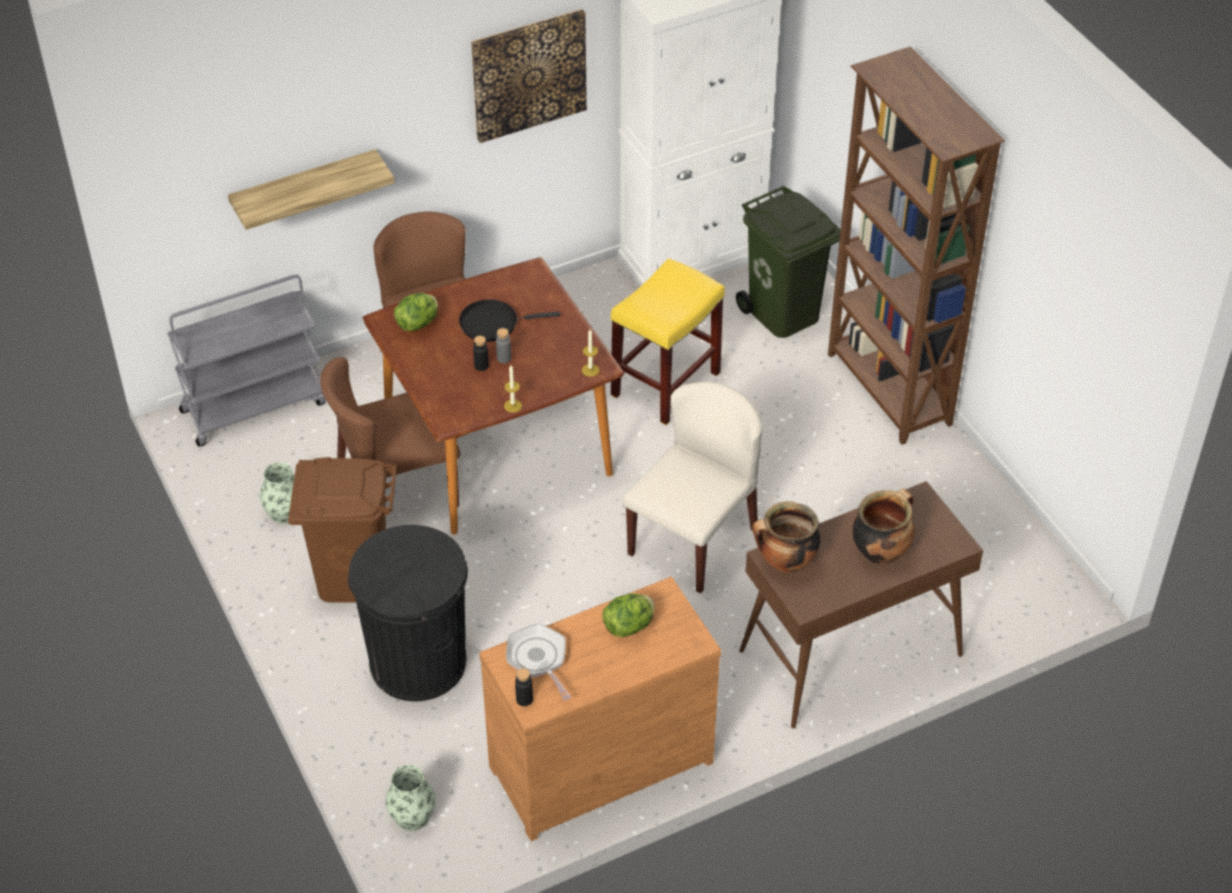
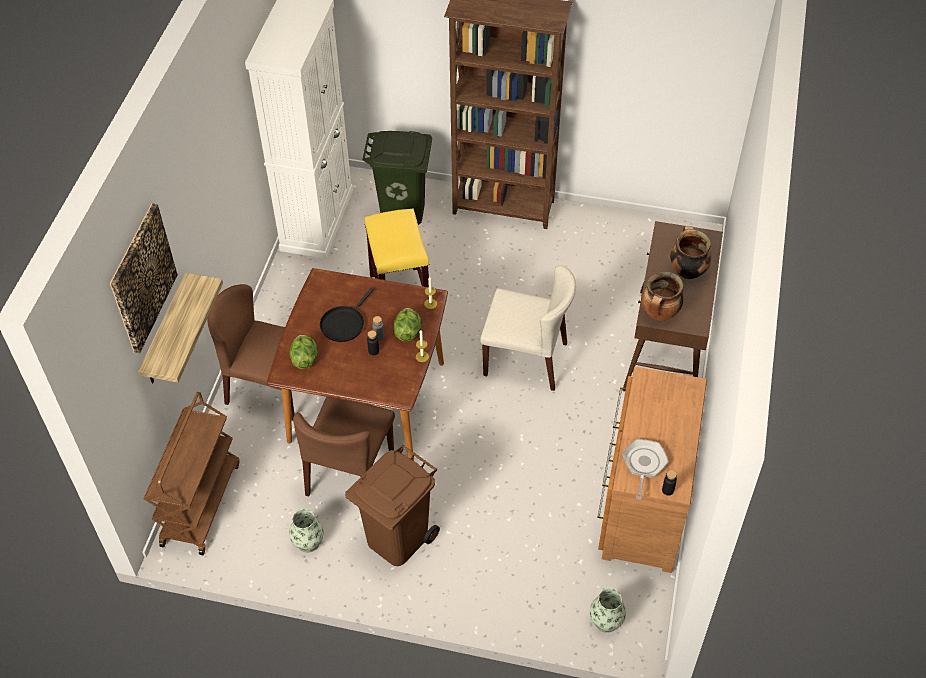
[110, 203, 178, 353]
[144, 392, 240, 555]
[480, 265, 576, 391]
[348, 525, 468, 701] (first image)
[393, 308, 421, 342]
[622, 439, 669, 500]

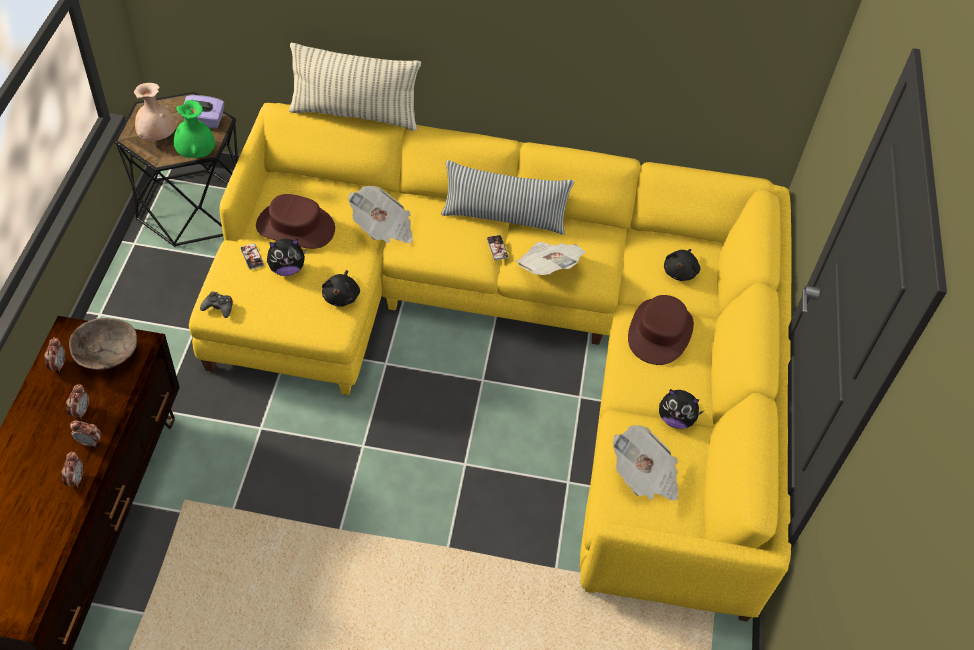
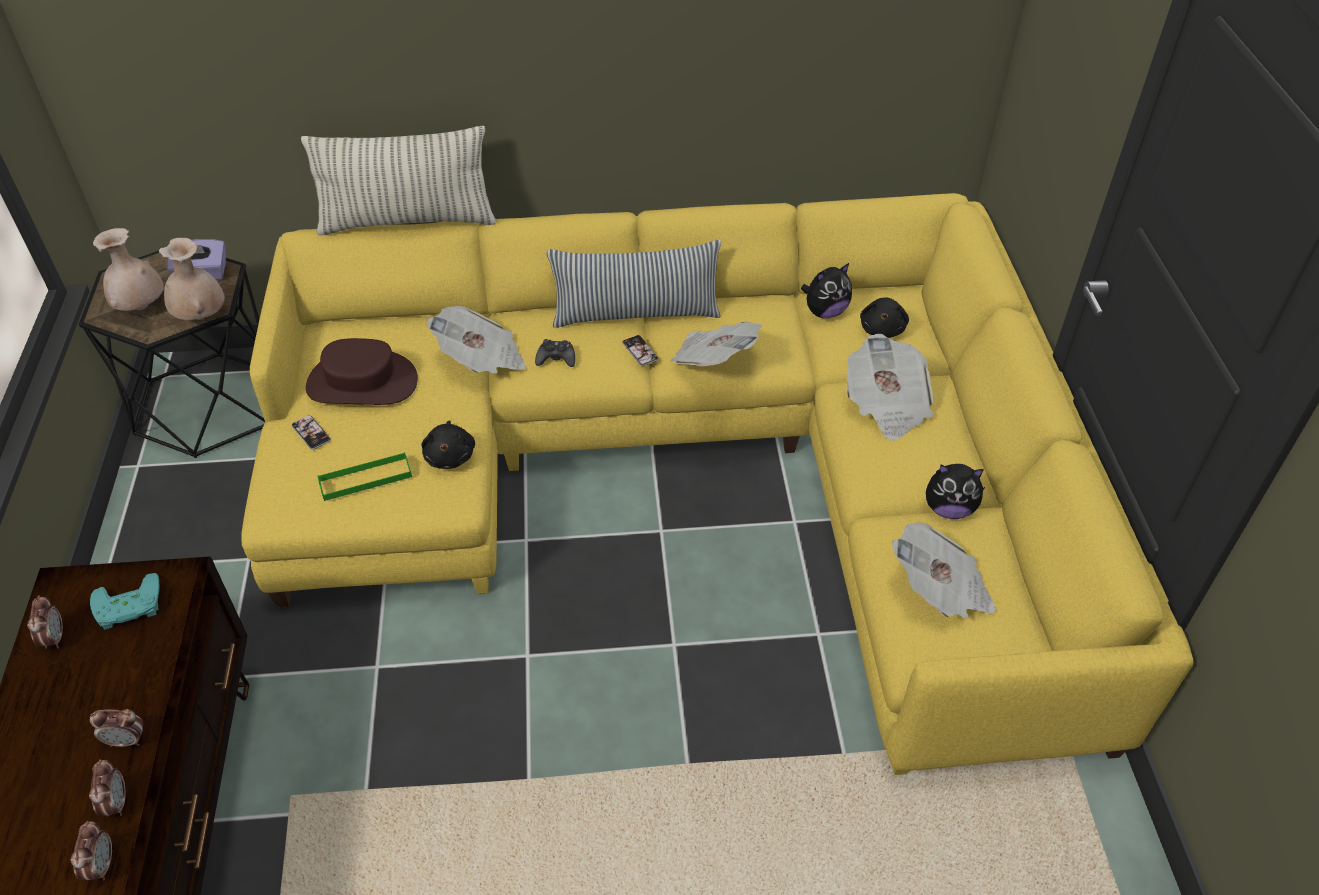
[159, 238, 225, 320]
[801, 263, 852, 318]
[535, 339, 575, 367]
[846, 334, 934, 441]
[90, 573, 160, 630]
[70, 821, 113, 880]
[317, 452, 412, 501]

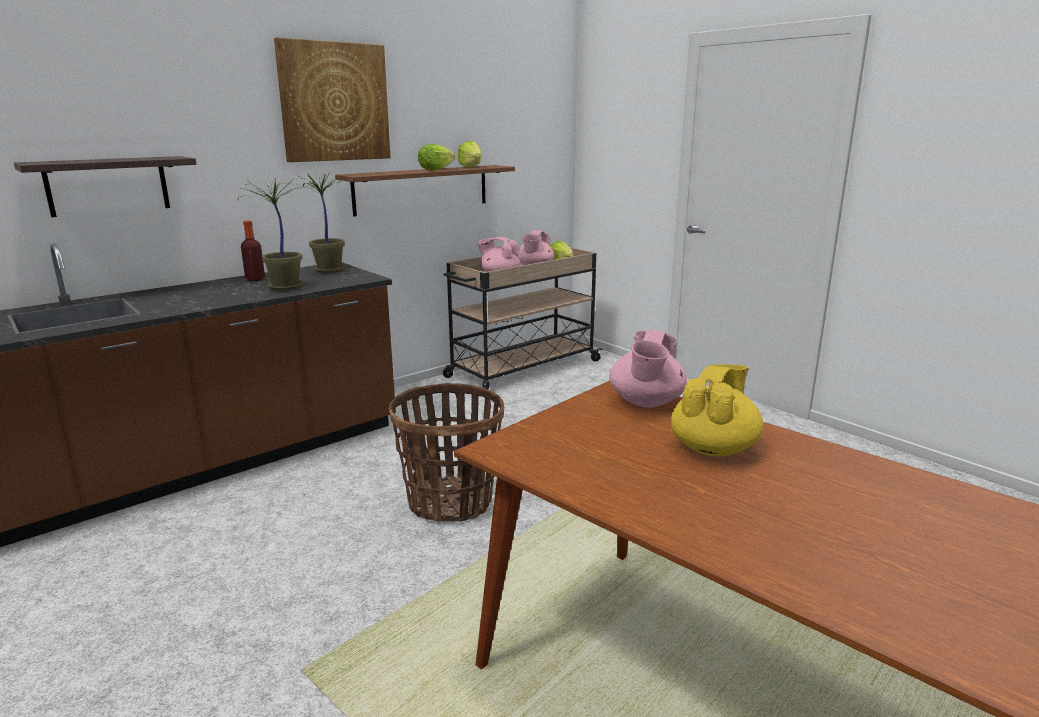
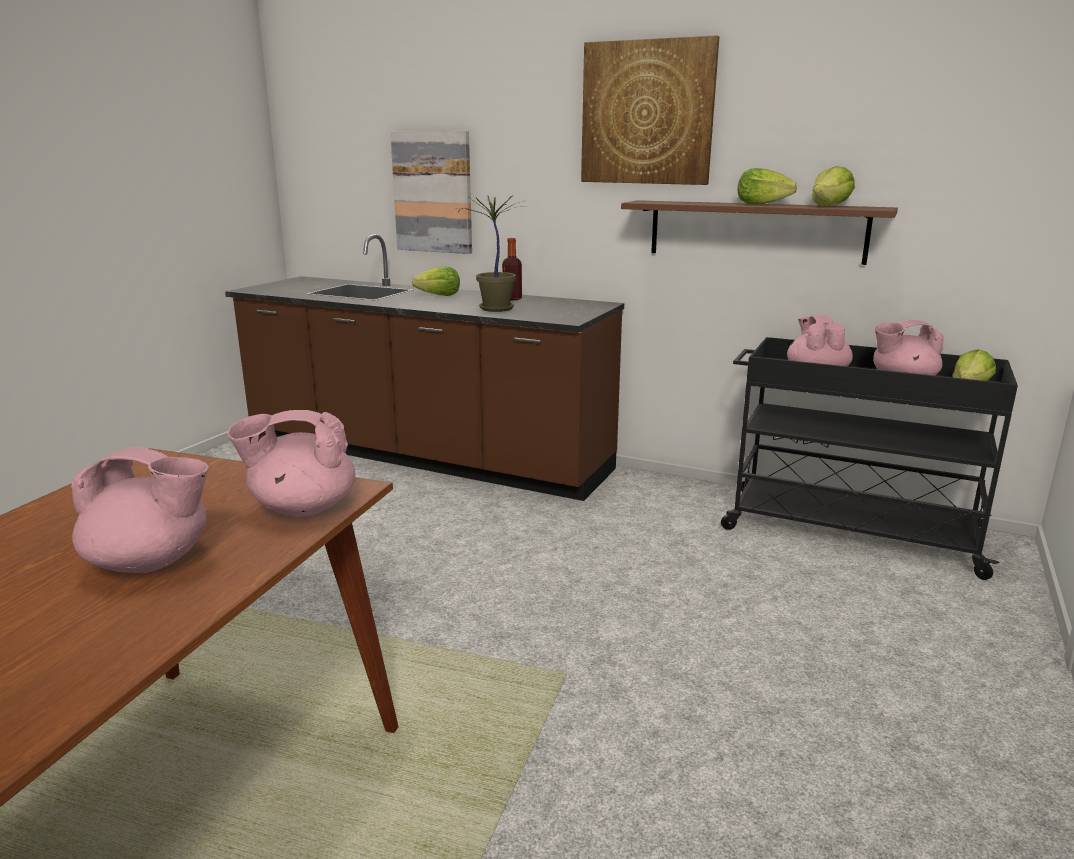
[390, 131, 472, 254]
[283, 173, 352, 273] (first image)
[721, 337, 1018, 580]
[71, 447, 209, 573]
[389, 383, 504, 522] (first image)
[412, 267, 460, 296]

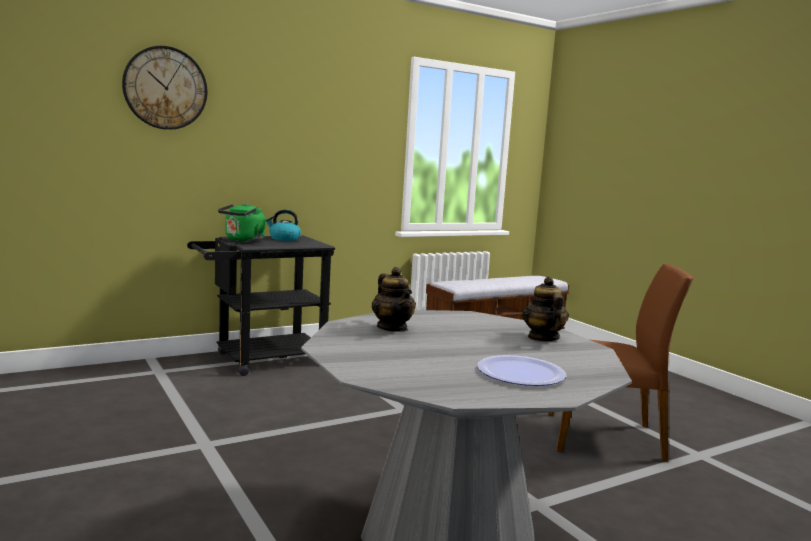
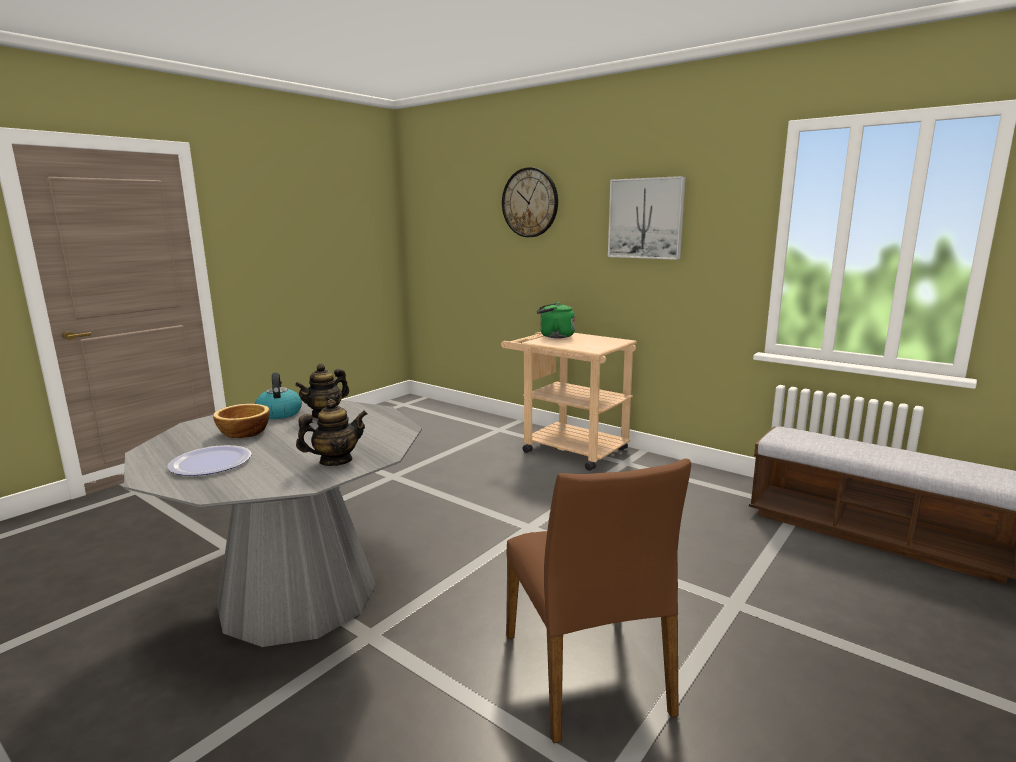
[255, 373, 302, 419]
[501, 332, 637, 471]
[608, 176, 686, 260]
[213, 404, 270, 438]

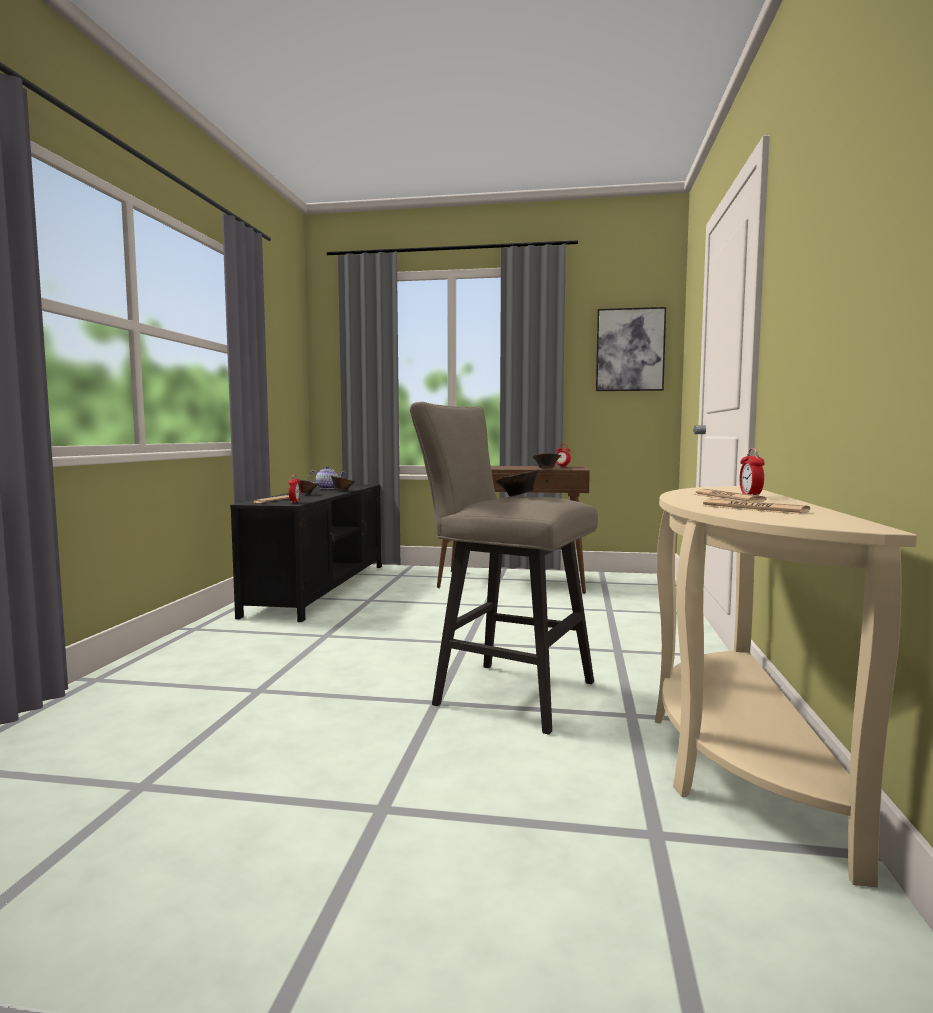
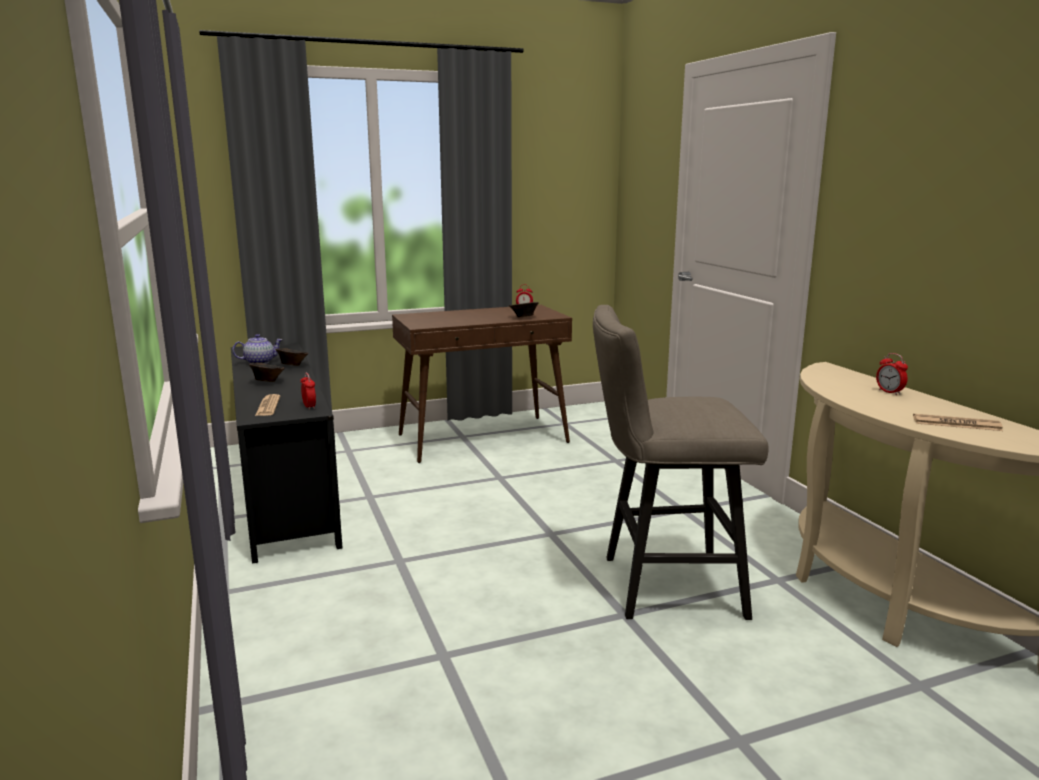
[596, 307, 666, 391] (first image)
[495, 469, 539, 497] (first image)
[693, 489, 767, 502] (first image)

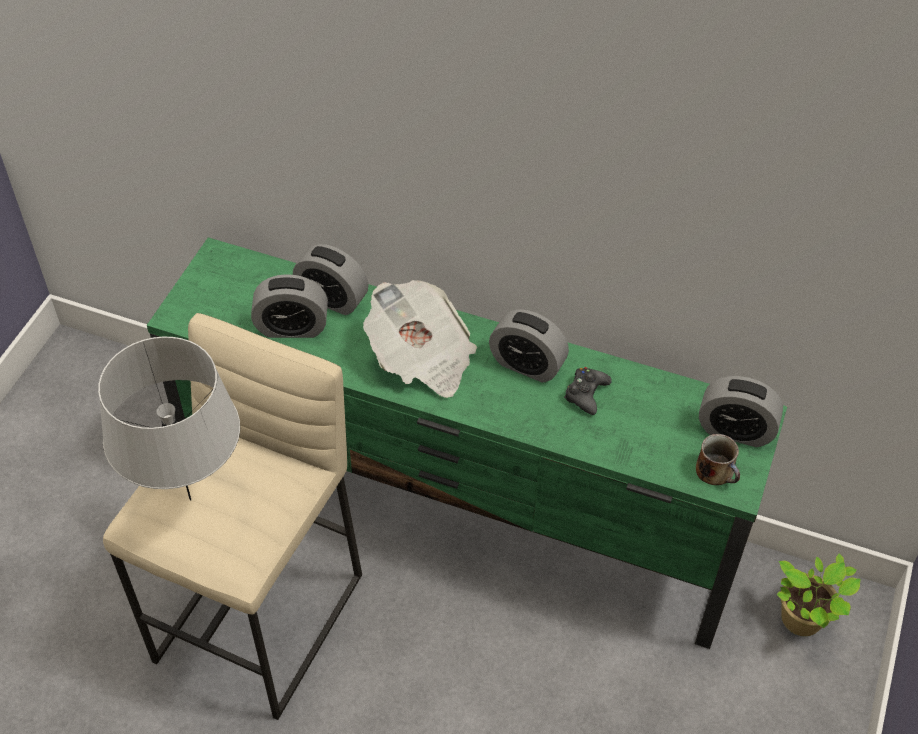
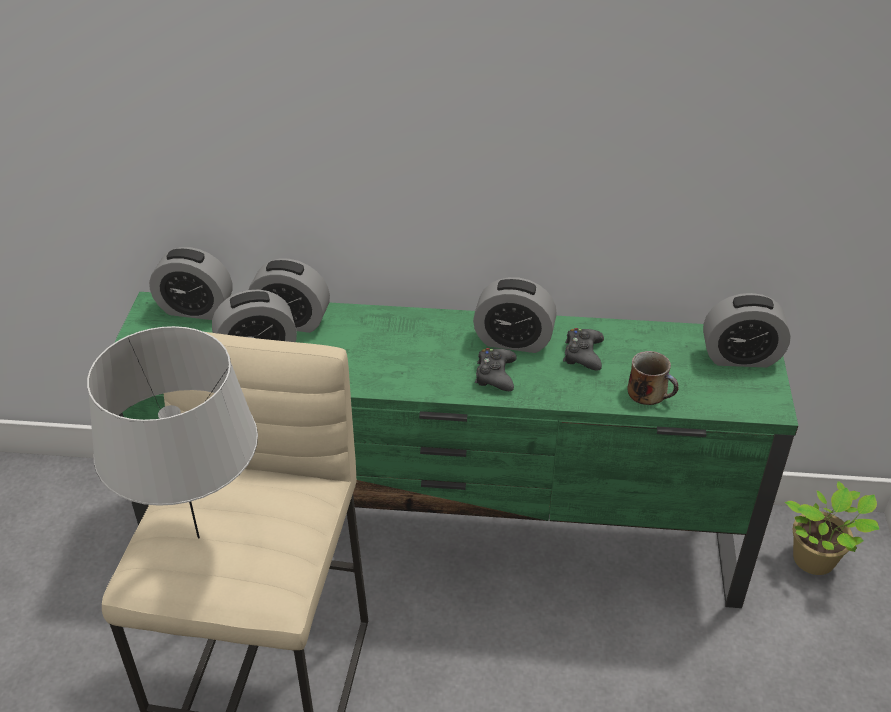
[363, 280, 477, 398] (first image)
[627, 351, 679, 405]
[149, 247, 232, 320]
[475, 348, 517, 391]

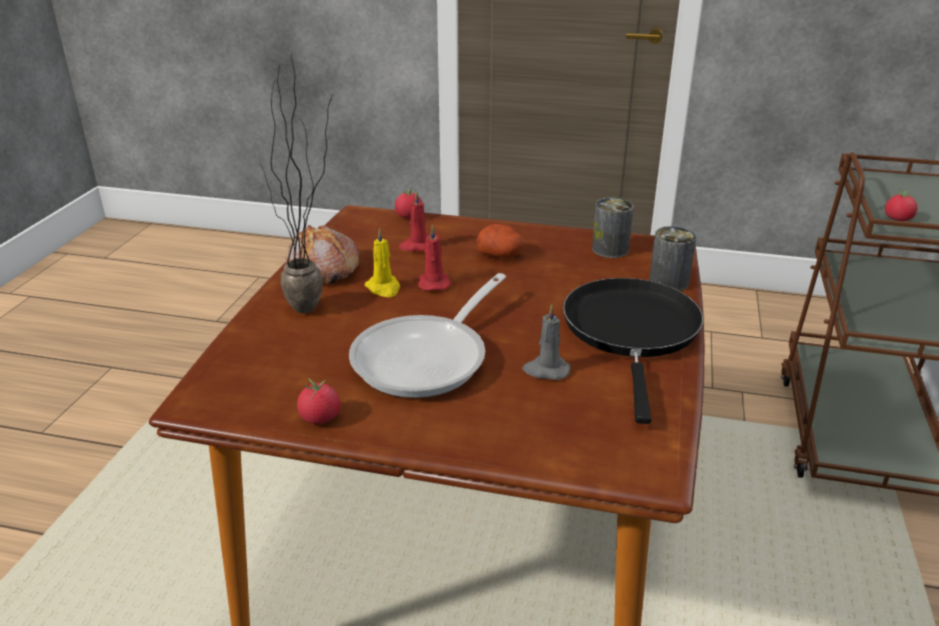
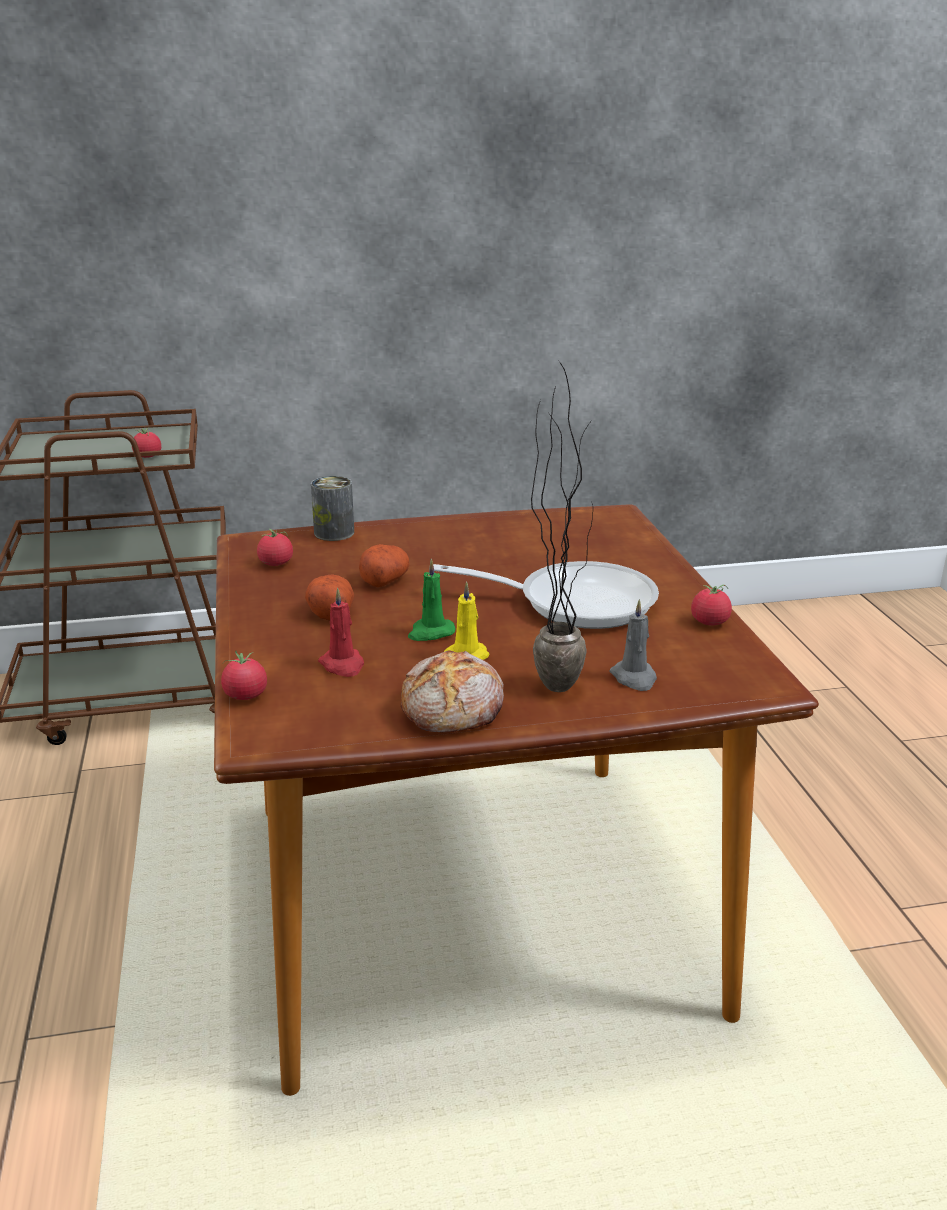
[257, 529, 293, 566]
[408, 559, 456, 641]
[563, 278, 703, 424] (first image)
[610, 599, 657, 691]
[359, 544, 409, 587]

